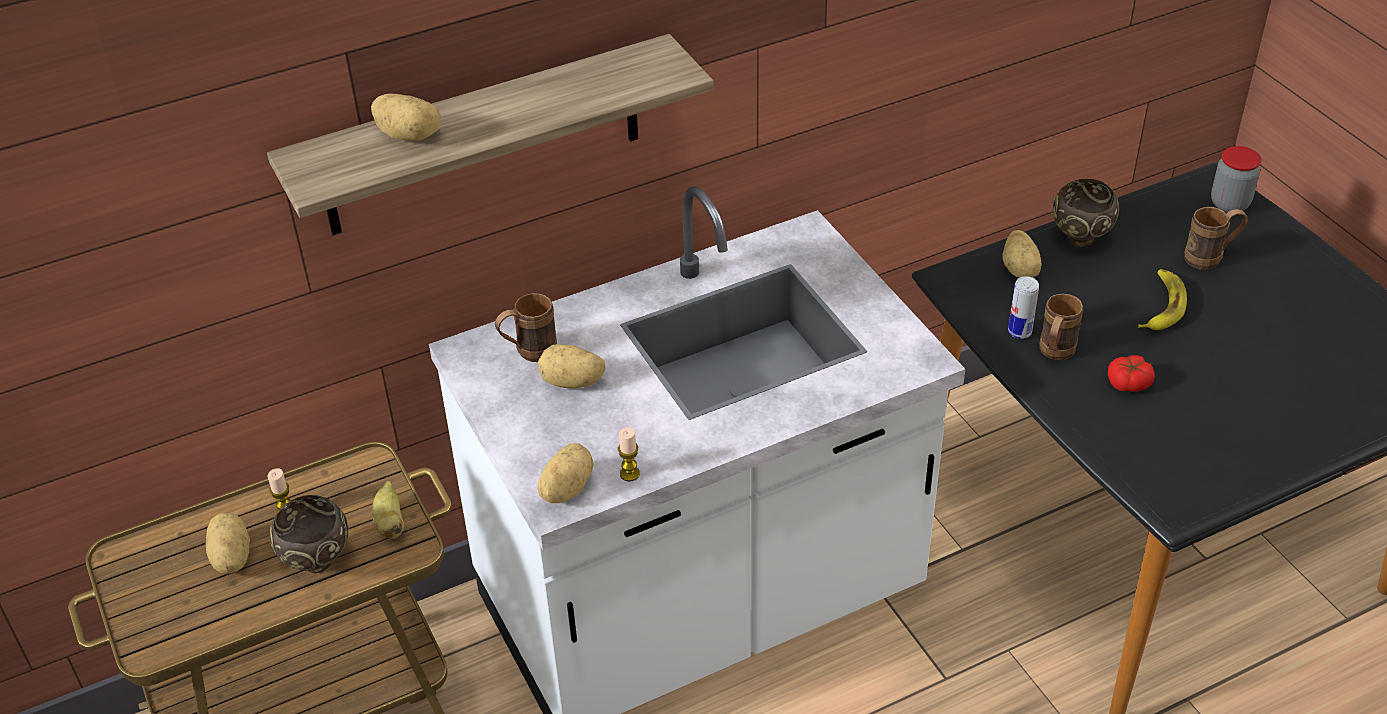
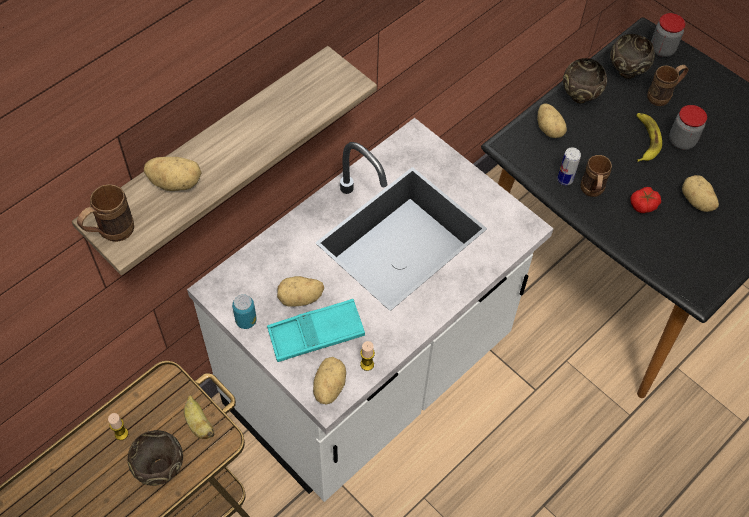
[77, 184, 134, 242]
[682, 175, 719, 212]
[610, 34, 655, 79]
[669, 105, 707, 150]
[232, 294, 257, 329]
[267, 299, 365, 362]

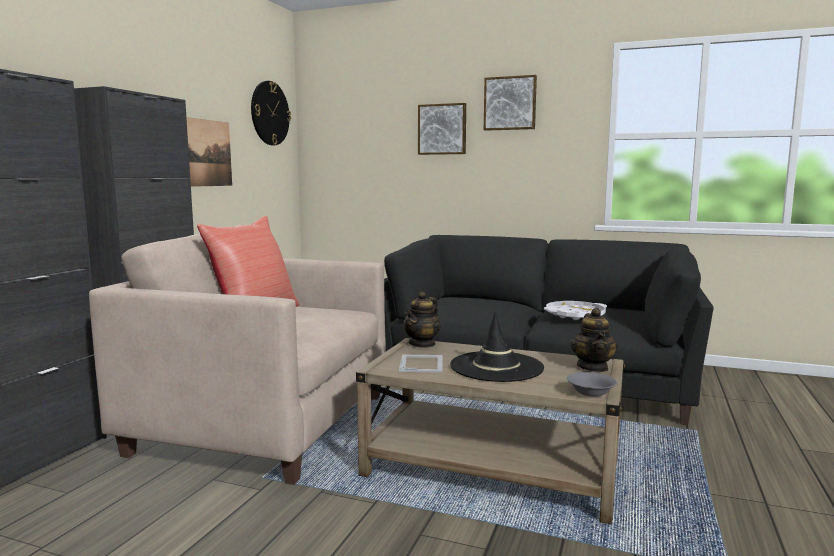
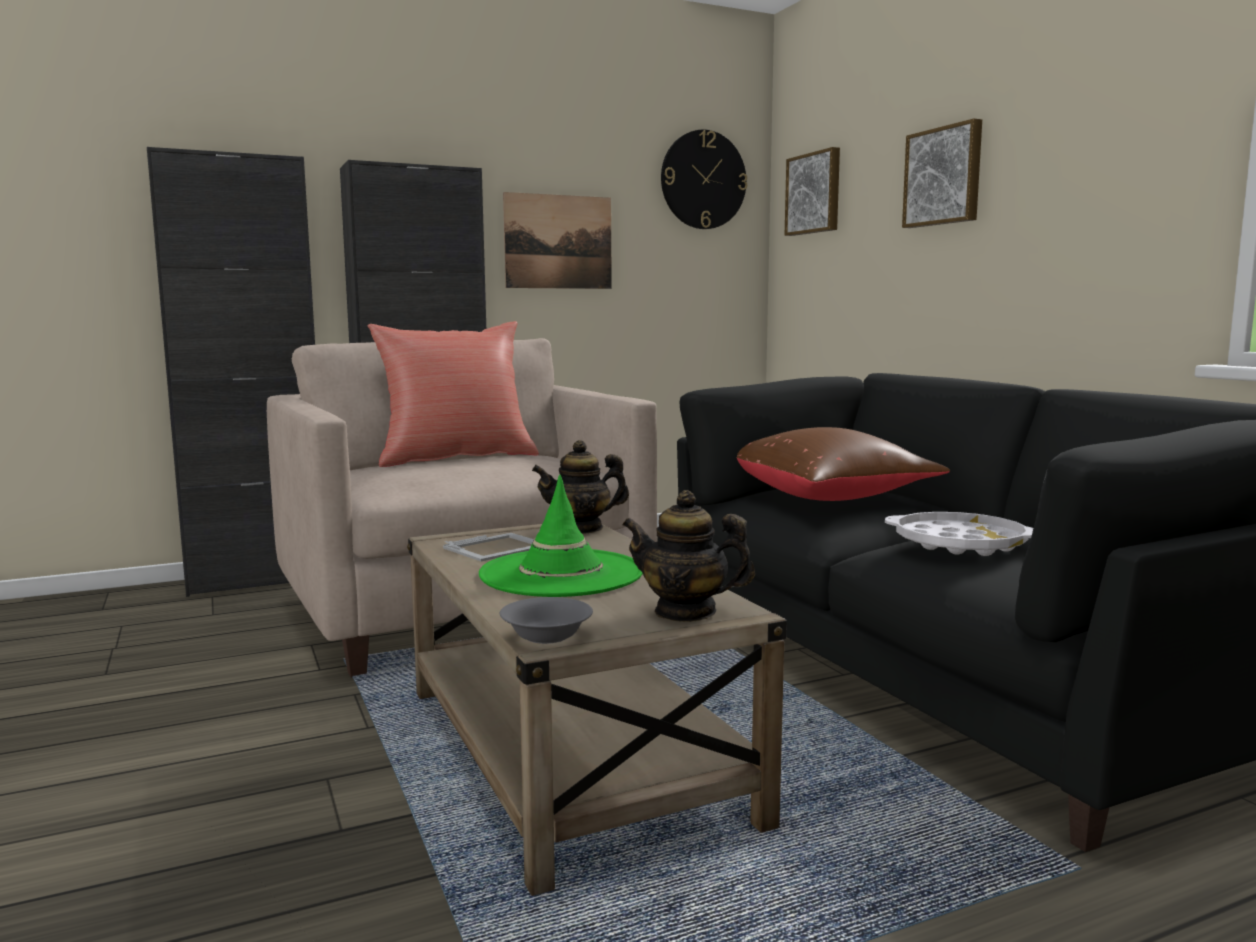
[785, 147, 840, 236]
[622, 490, 755, 622]
[479, 474, 643, 597]
[736, 427, 950, 501]

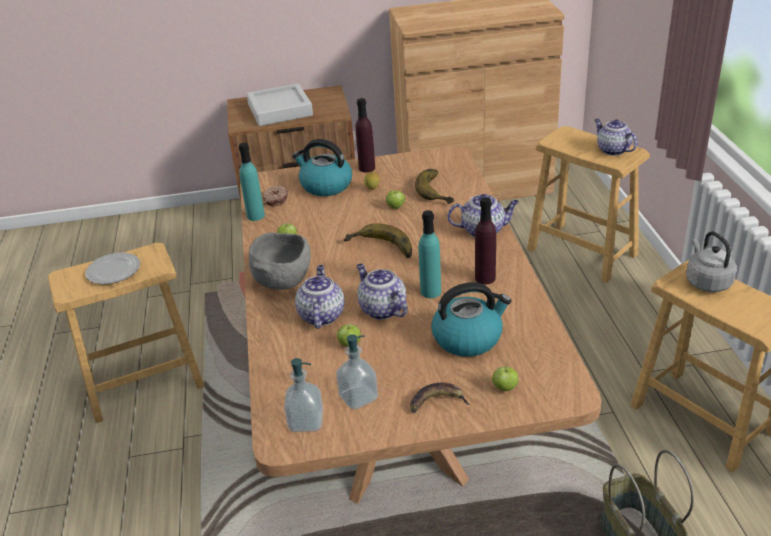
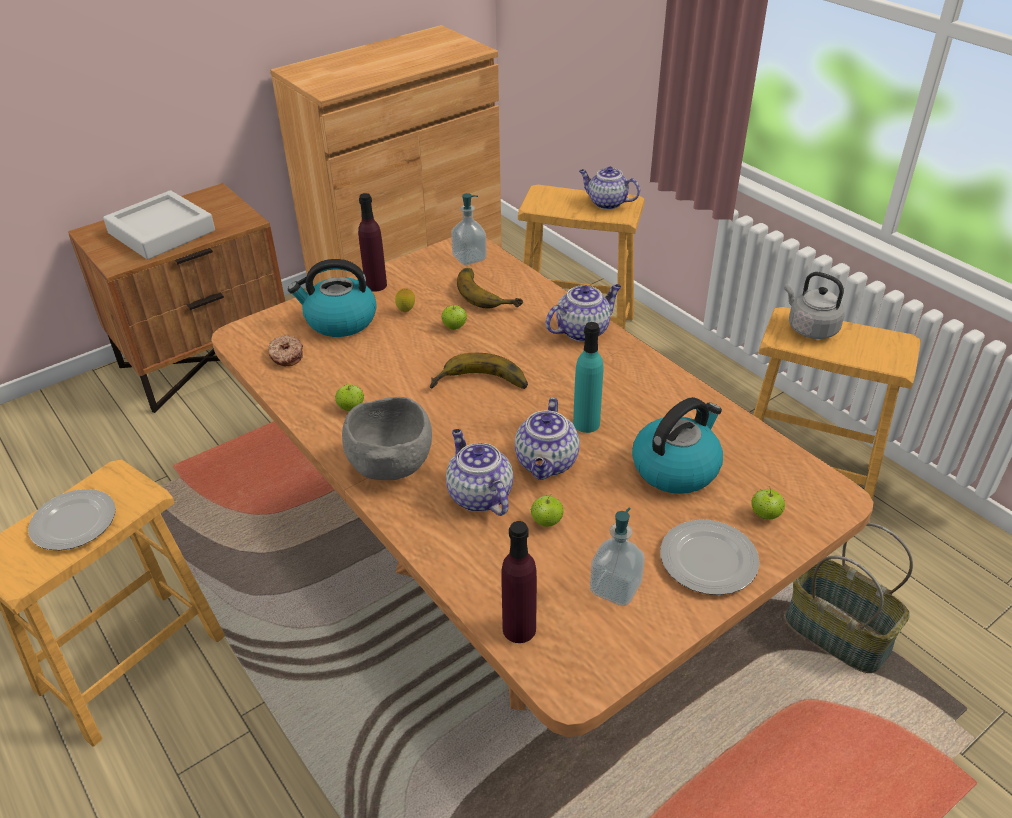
[239, 143, 265, 221] (first image)
[501, 521, 537, 643]
[515, 398, 580, 480]
[451, 193, 487, 266]
[660, 519, 760, 595]

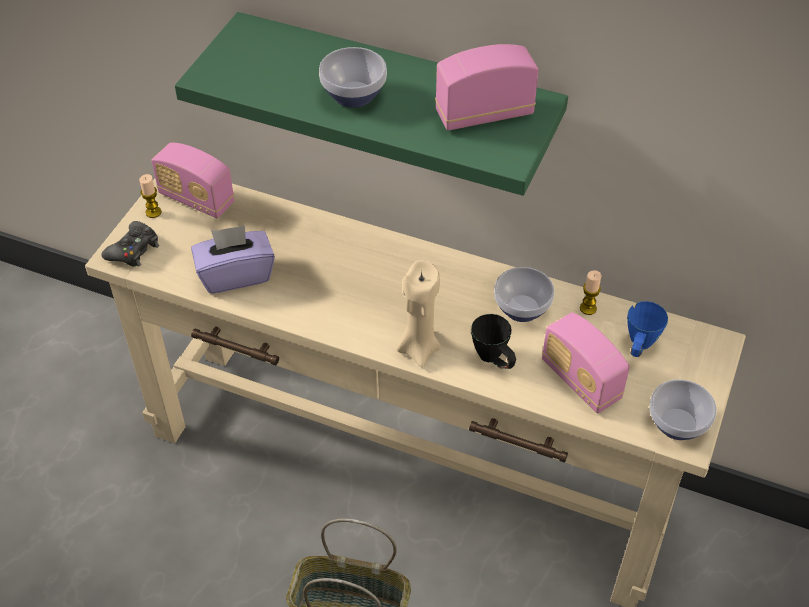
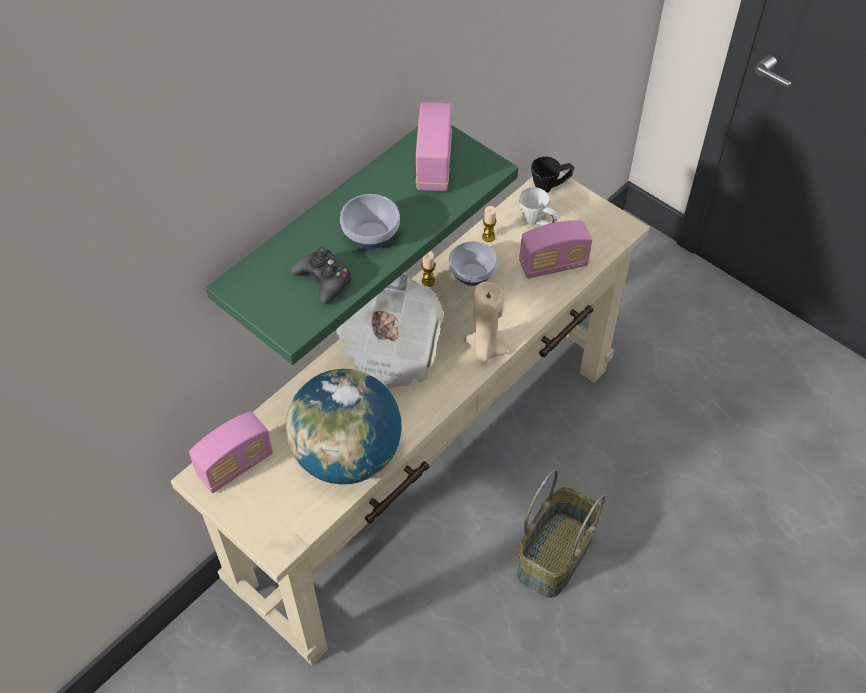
[421, 251, 435, 287]
[291, 247, 351, 304]
[286, 369, 402, 484]
[519, 187, 558, 225]
[531, 157, 574, 193]
[649, 379, 717, 440] (first image)
[335, 272, 444, 390]

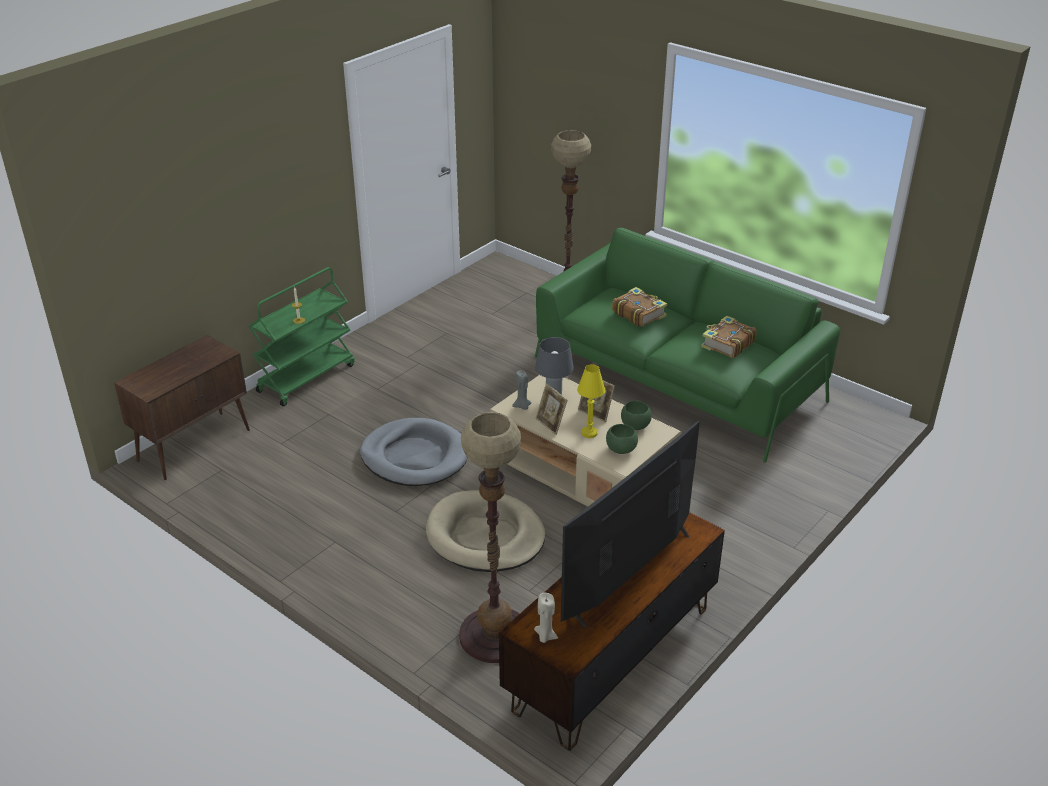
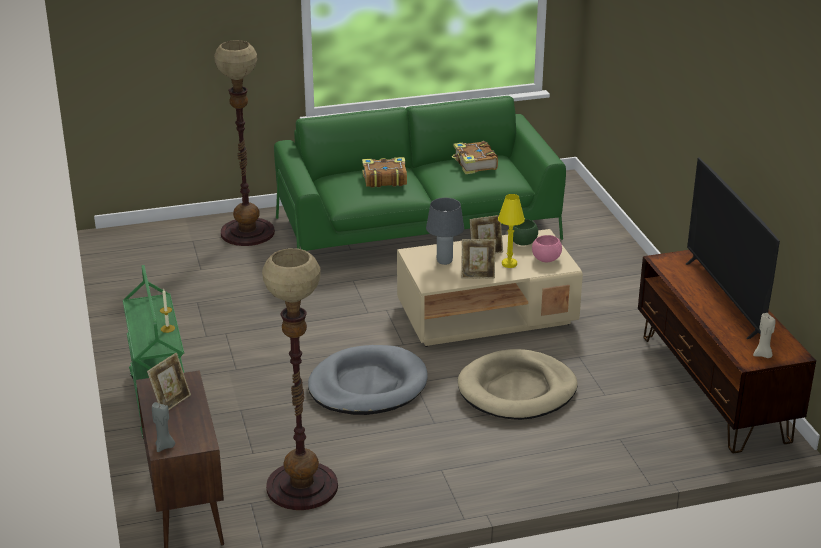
[152, 402, 175, 452]
[262, 248, 338, 510]
[532, 235, 562, 262]
[147, 353, 191, 410]

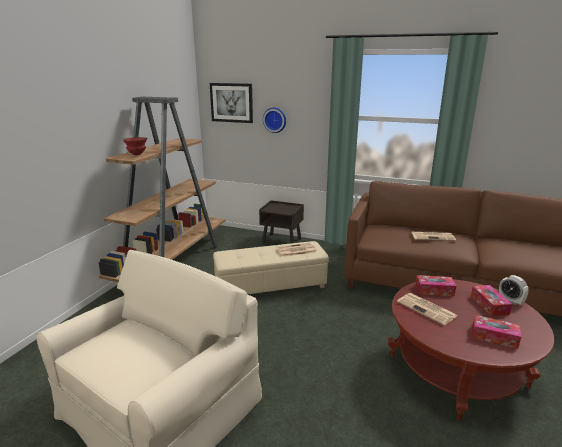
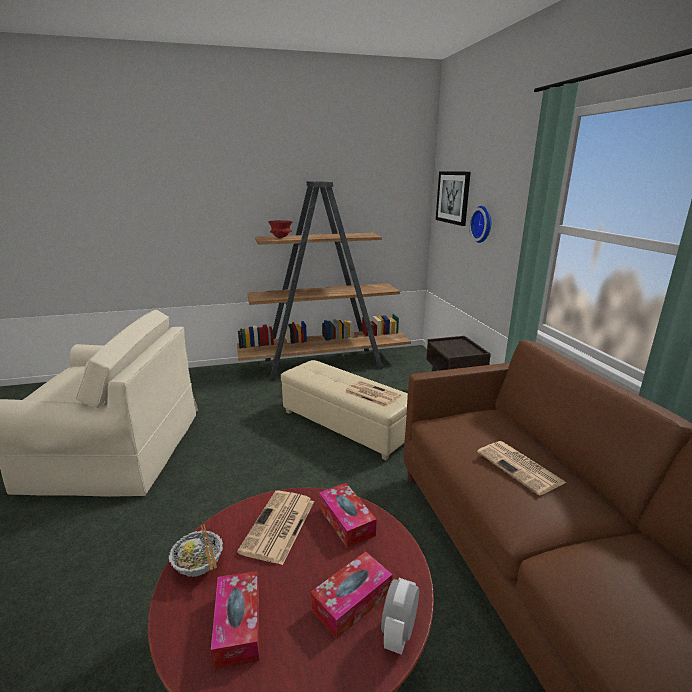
[169, 524, 223, 577]

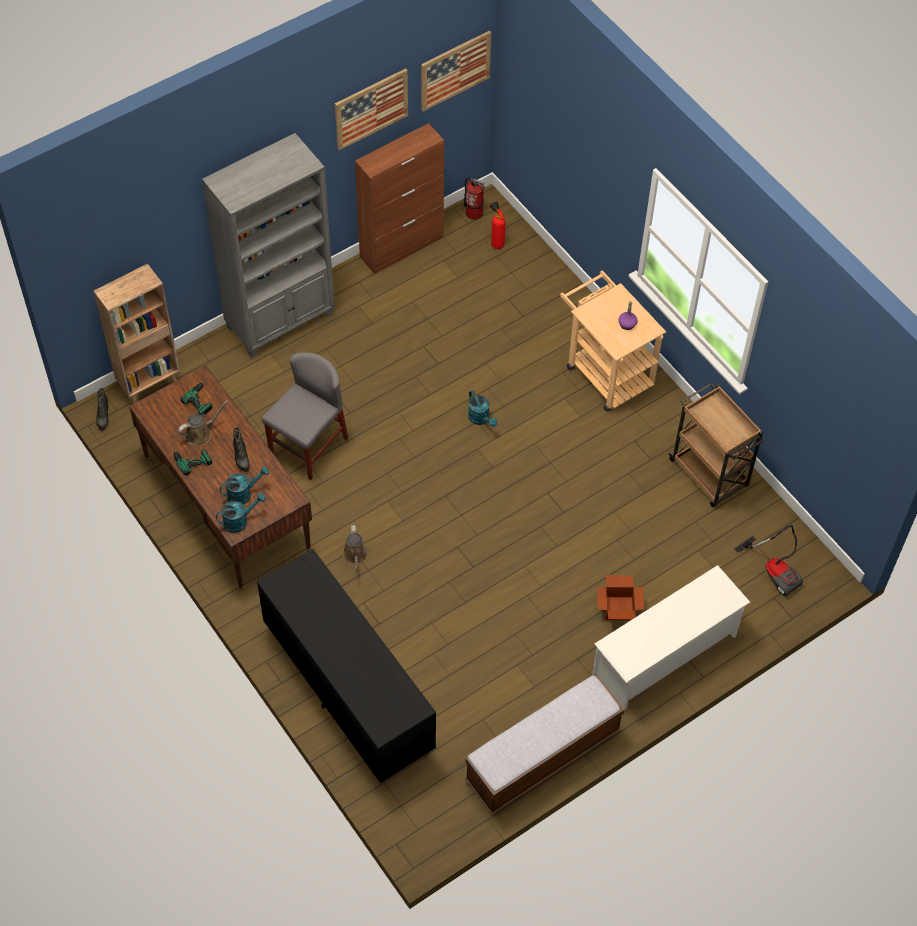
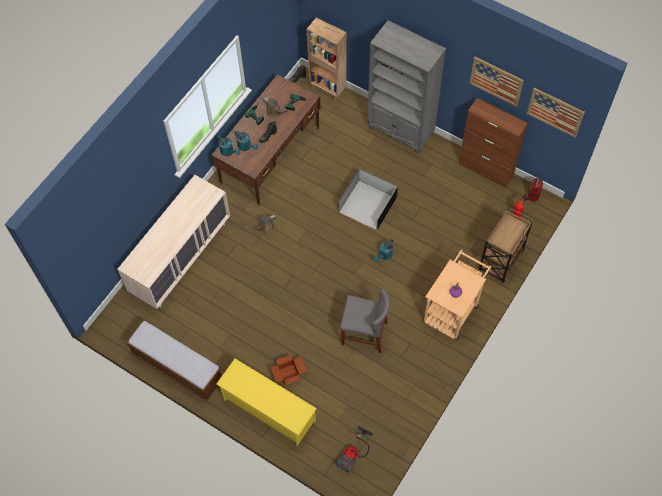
[340, 290, 390, 353]
[479, 208, 533, 283]
[117, 175, 230, 309]
[216, 359, 317, 446]
[339, 168, 398, 230]

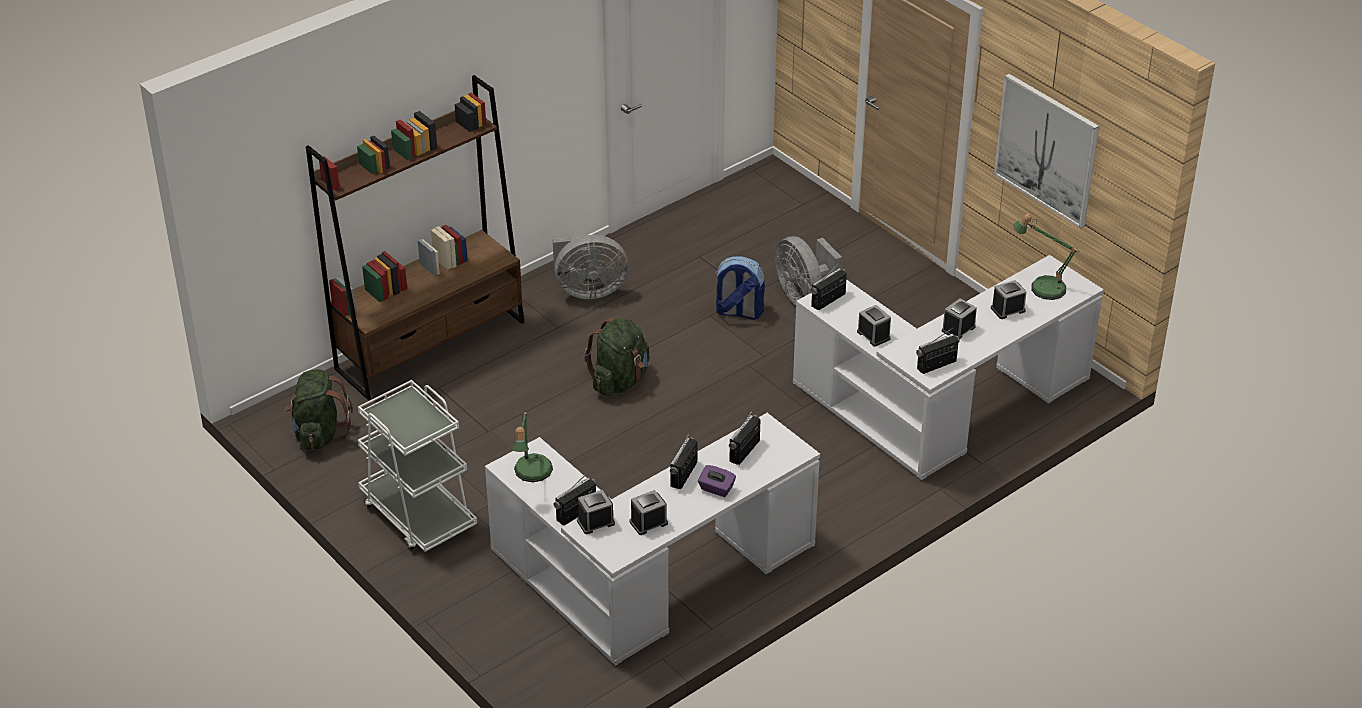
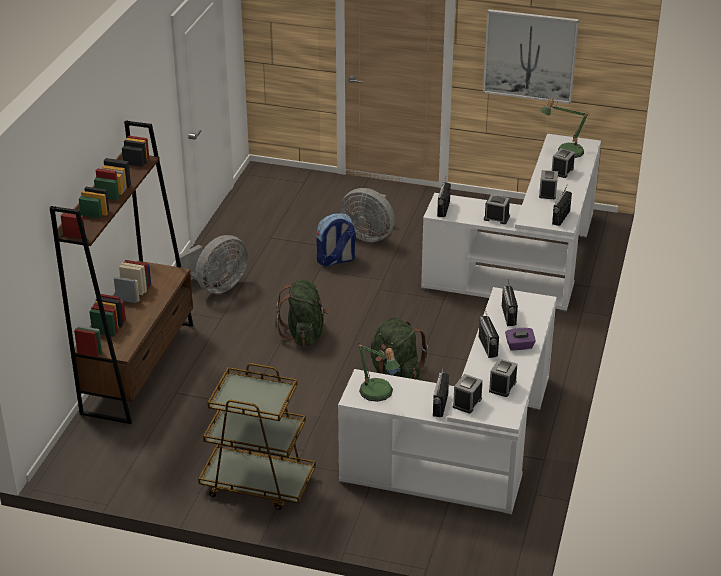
[371, 318, 428, 380]
[198, 363, 316, 510]

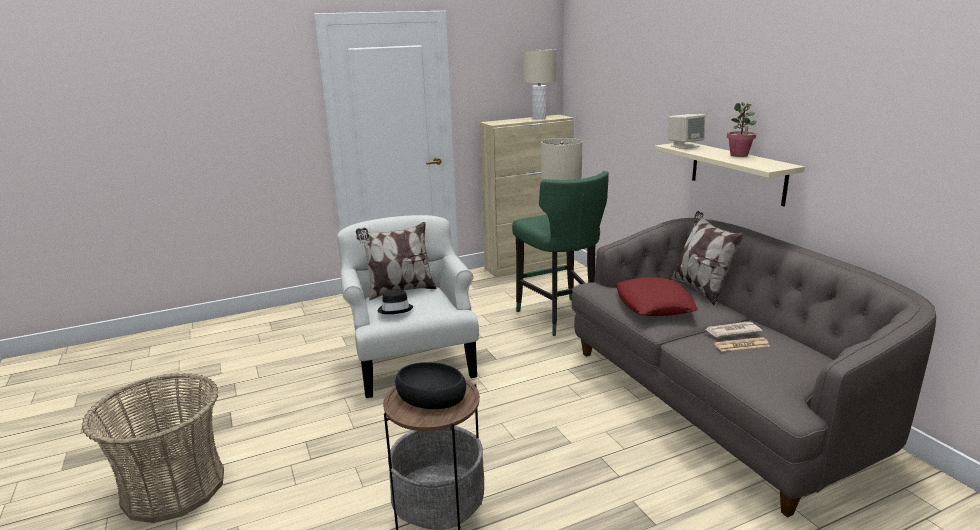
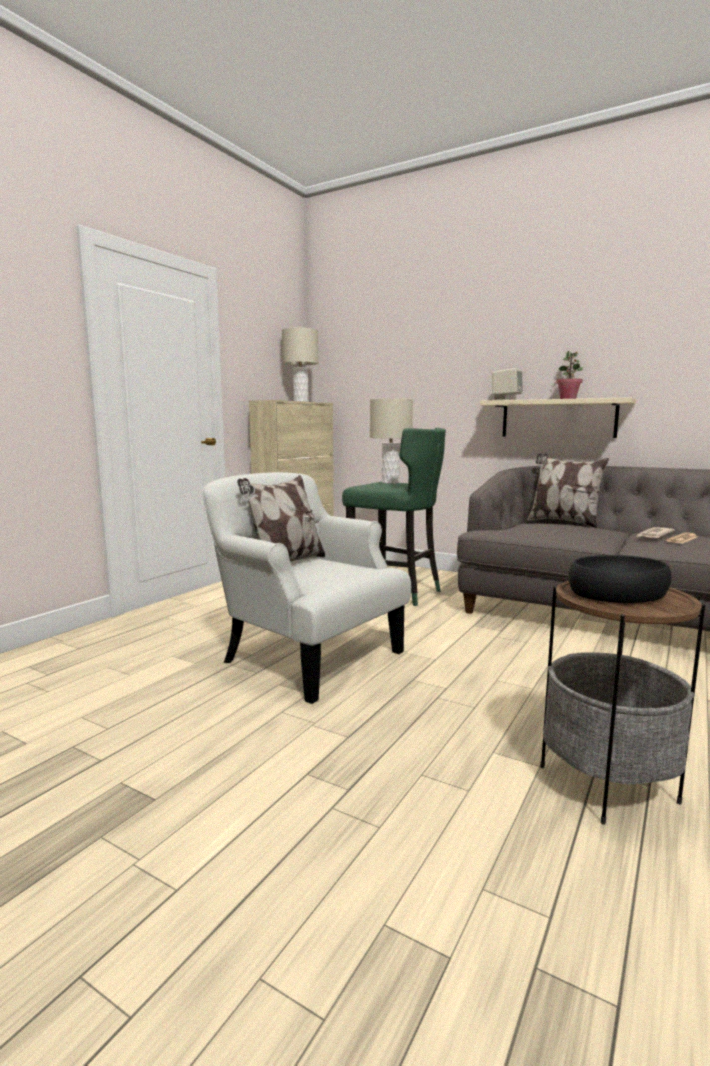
[616, 277, 698, 316] (first image)
[378, 289, 413, 314] (first image)
[82, 373, 224, 523] (first image)

